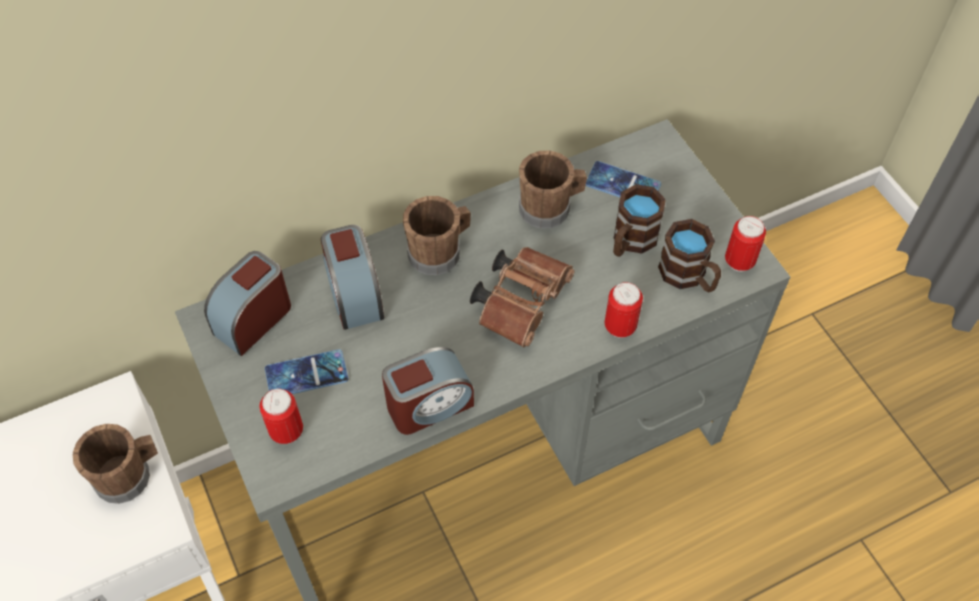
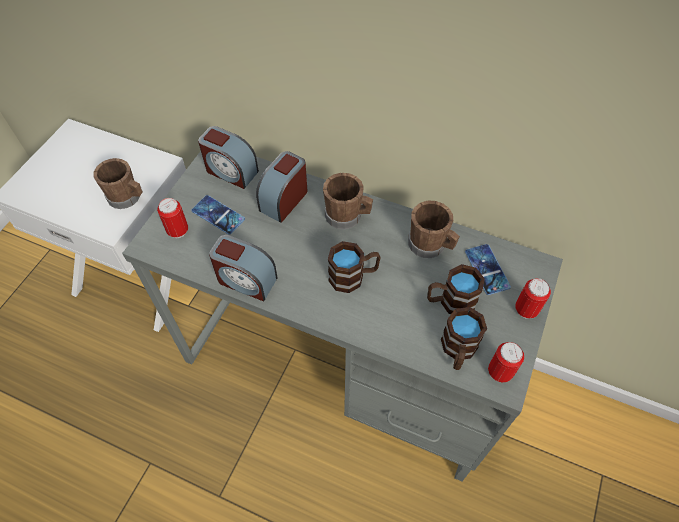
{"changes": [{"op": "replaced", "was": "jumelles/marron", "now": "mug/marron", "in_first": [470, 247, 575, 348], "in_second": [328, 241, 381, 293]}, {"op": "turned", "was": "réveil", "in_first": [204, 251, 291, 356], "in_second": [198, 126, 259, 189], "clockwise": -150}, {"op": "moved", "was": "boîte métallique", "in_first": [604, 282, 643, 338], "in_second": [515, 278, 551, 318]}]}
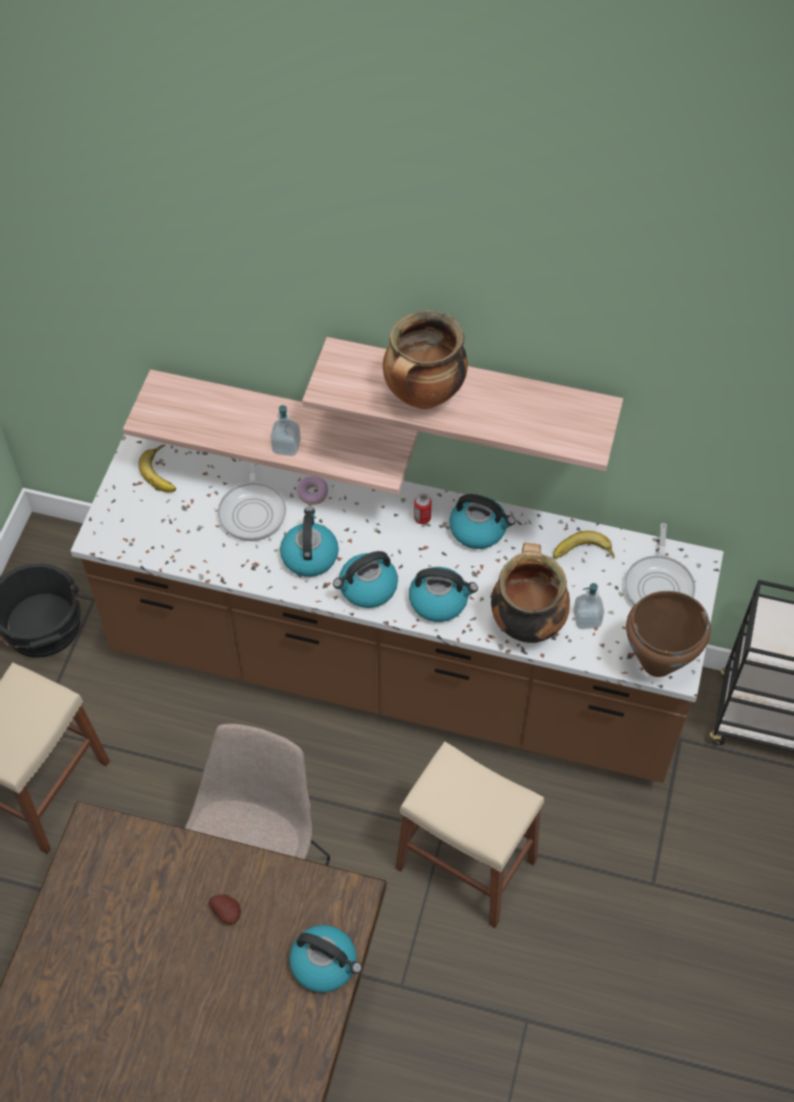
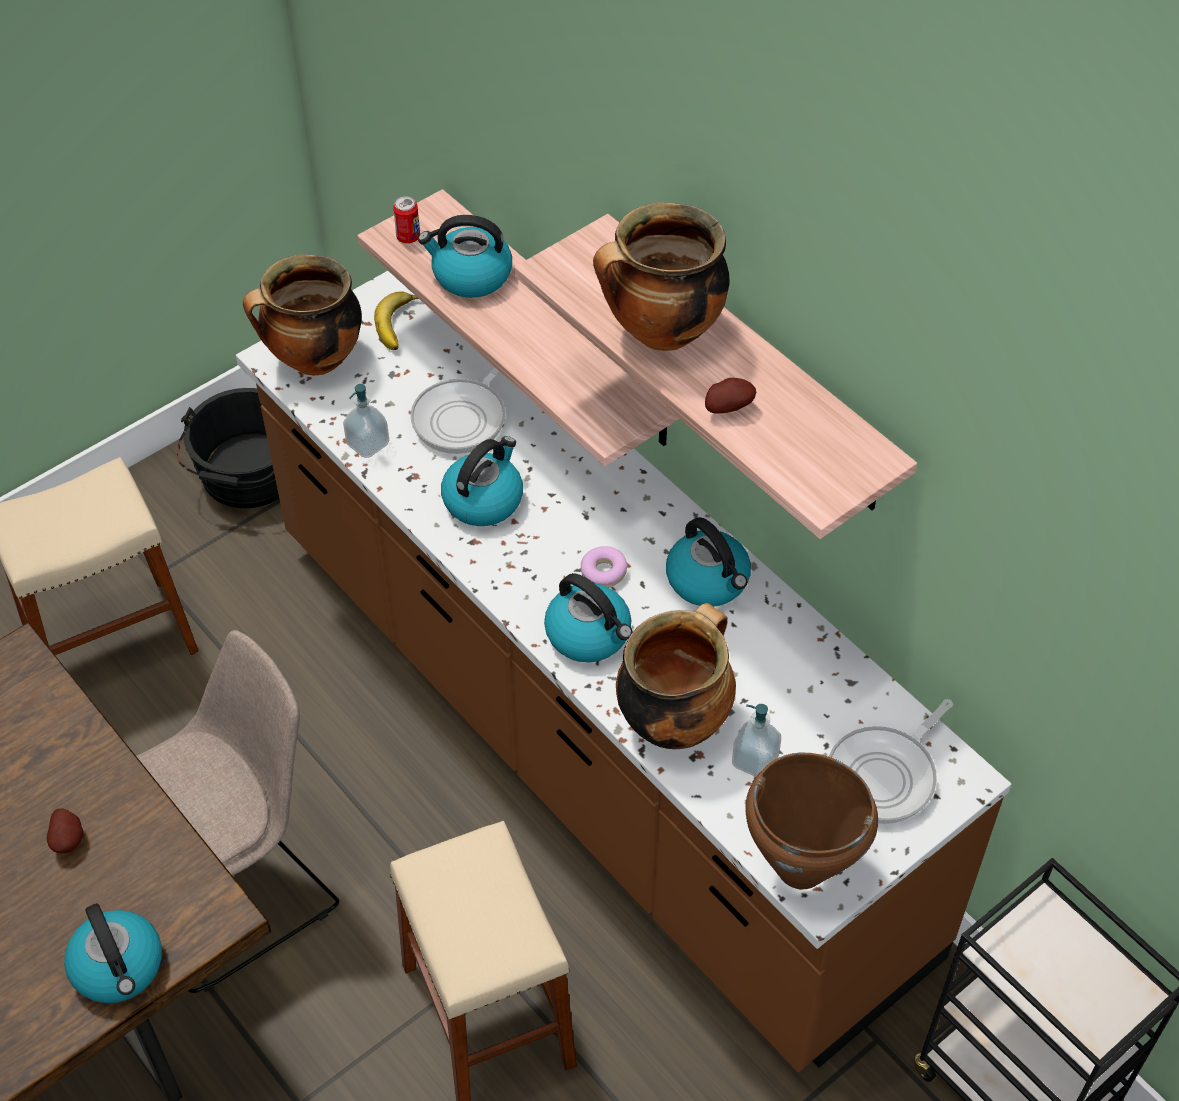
{"changes": [{"op": "moved", "was": "distributeur de savon", "in_first": [270, 405, 301, 456], "in_second": [343, 384, 389, 458]}, {"op": "moved", "was": "beignet", "in_first": [297, 476, 328, 505], "in_second": [581, 546, 628, 588]}, {"op": "moved", "was": "boîte métallique", "in_first": [414, 494, 432, 524], "in_second": [393, 196, 420, 244]}, {"op": "removed", "was": "banane", "in_first": [553, 531, 615, 559]}, {"op": "moved", "was": "bouilloire", "in_first": [333, 551, 398, 608], "in_second": [418, 215, 512, 298]}, {"op": "added", "now": "marmite", "in_second": [243, 254, 362, 375]}, {"op": "added", "now": "pomme de terre", "in_second": [705, 378, 756, 414]}]}
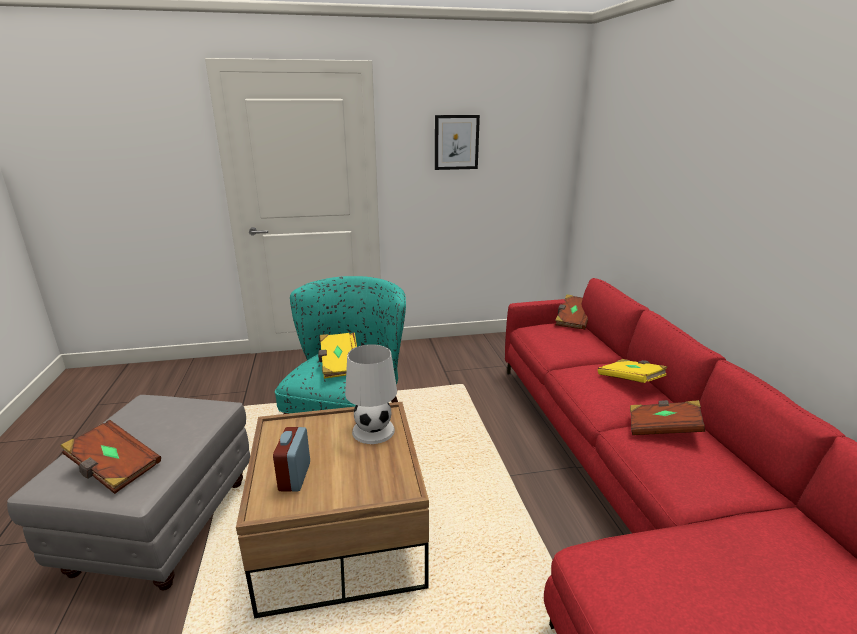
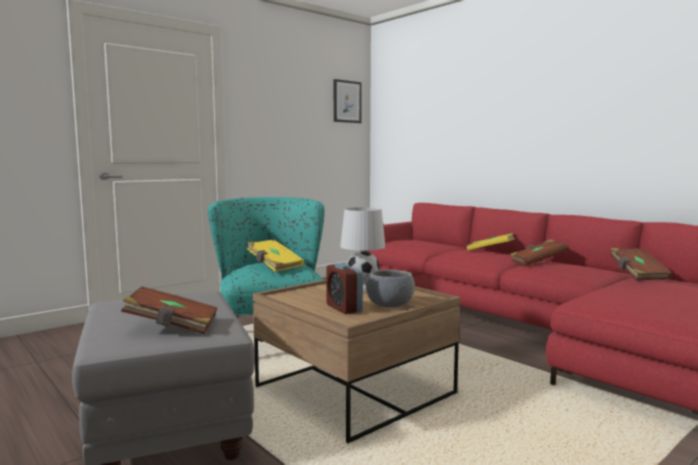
{"changes": [{"op": "moved", "was": "tableau", "in_first": [435, 115, 480, 170], "in_second": [334, 79, 362, 123]}, {"op": "moved", "was": "livre/marron", "in_first": [555, 294, 588, 330], "in_second": [610, 248, 673, 281]}, {"op": "added", "now": "bol/gris", "in_second": [366, 270, 415, 308]}]}
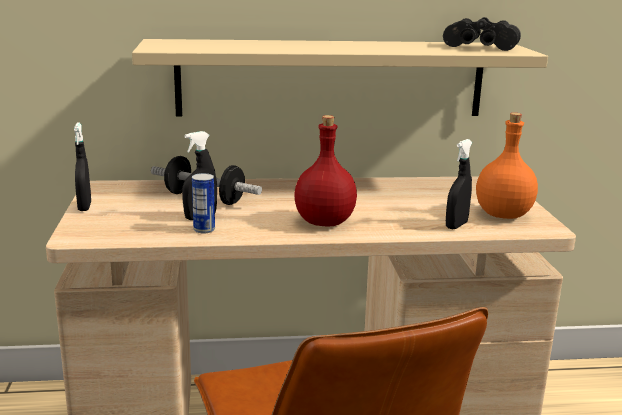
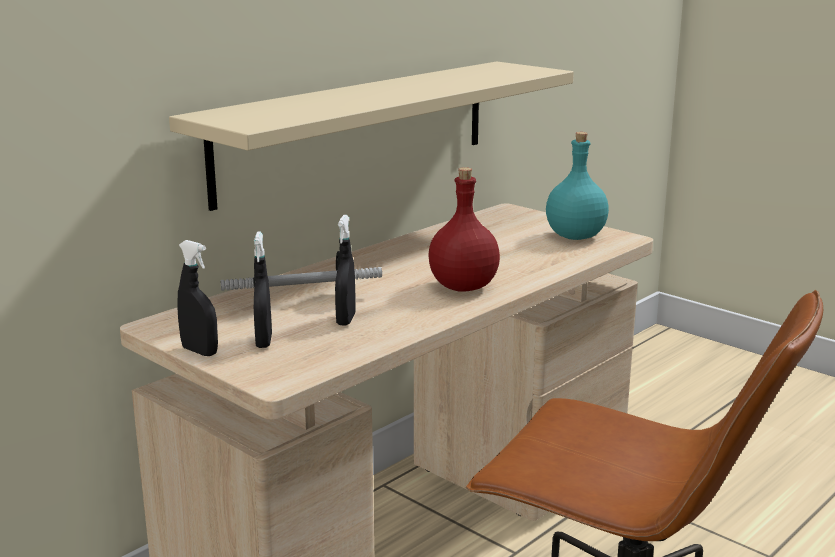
{"changes": [{"op": "removed", "was": "jumelles/noir", "in_first": [443, 17, 521, 51]}, {"op": "recoloured", "was": "bouteille/orange", "now": "bouteille/turquoise", "in_first": [476, 113, 538, 219], "in_second": [546, 132, 609, 240]}, {"op": "moved", "was": "vaporisateur/noir", "in_first": [446, 139, 472, 229], "in_second": [254, 231, 272, 348]}, {"op": "removed", "was": "boîte métallique", "in_first": [192, 173, 215, 233]}]}
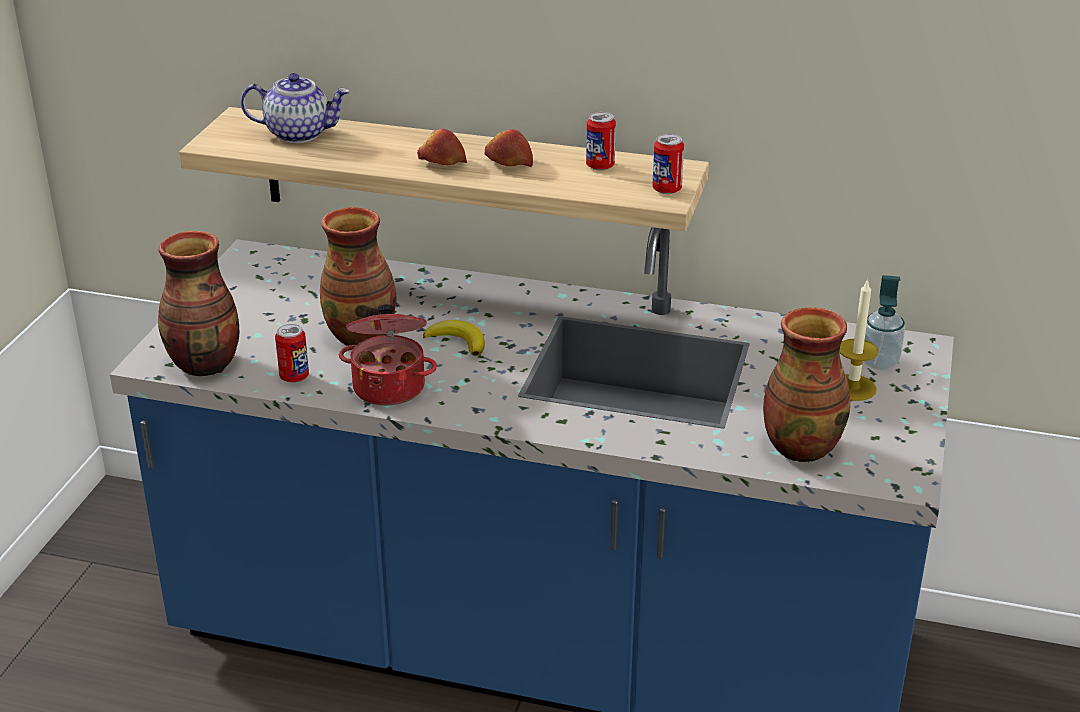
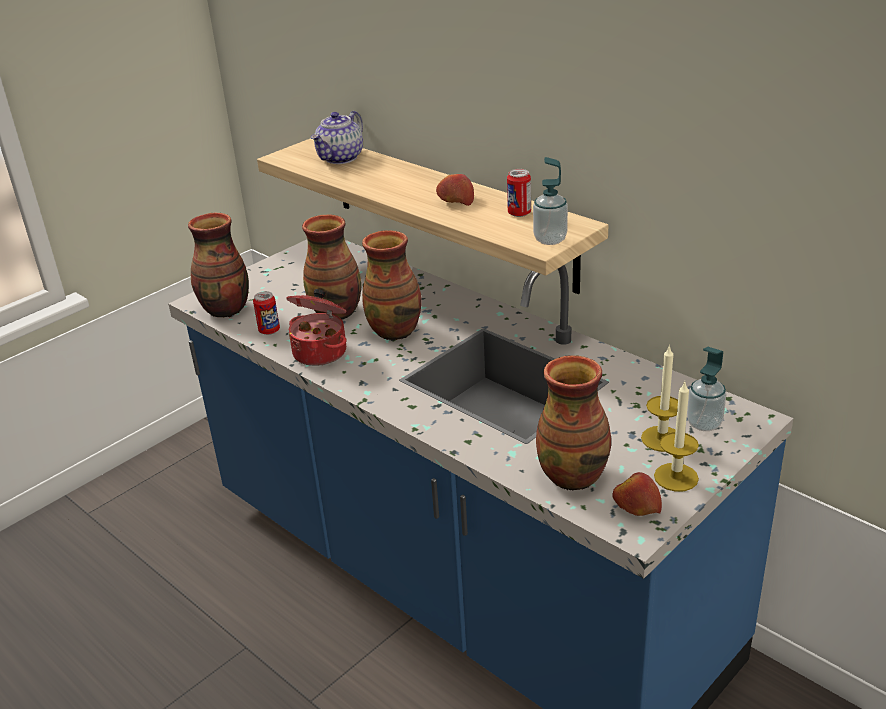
{"changes": [{"op": "turned", "was": "théière", "in_first": [241, 73, 350, 143], "in_second": [311, 111, 363, 164], "clockwise": 90}, {"op": "moved", "was": "pomme", "in_first": [417, 129, 467, 165], "in_second": [612, 472, 662, 516]}, {"op": "replaced", "was": "boîte métallique", "now": "distributeur de savon", "in_first": [652, 134, 684, 194], "in_second": [533, 157, 568, 245]}, {"op": "replaced", "was": "banane", "now": "vase", "in_first": [423, 320, 485, 356], "in_second": [362, 230, 422, 340]}, {"op": "added", "now": "bougie", "in_second": [654, 382, 699, 492]}]}
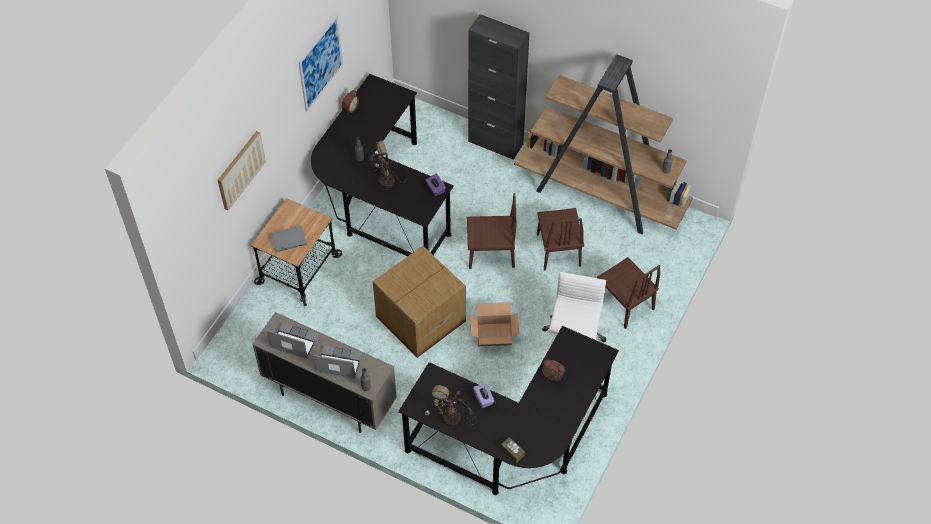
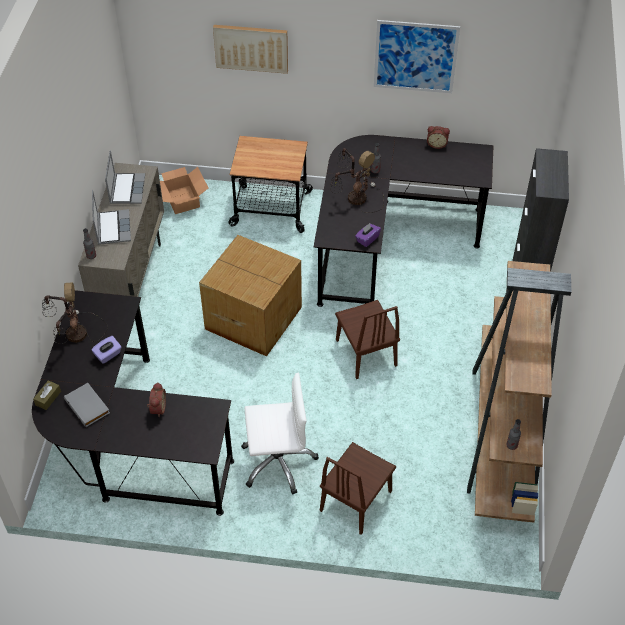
{"changes": [{"op": "removed", "was": "chaise/marron", "in_first": [537, 208, 584, 270]}, {"op": "moved", "was": "livre/gris", "in_first": [271, 225, 307, 252], "in_second": [64, 383, 110, 427]}, {"op": "moved", "was": "carton", "in_first": [470, 302, 519, 346], "in_second": [160, 167, 208, 214]}]}
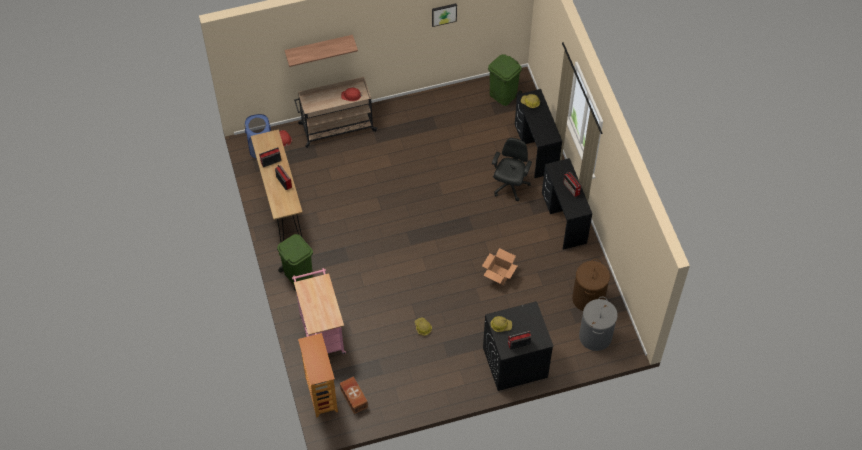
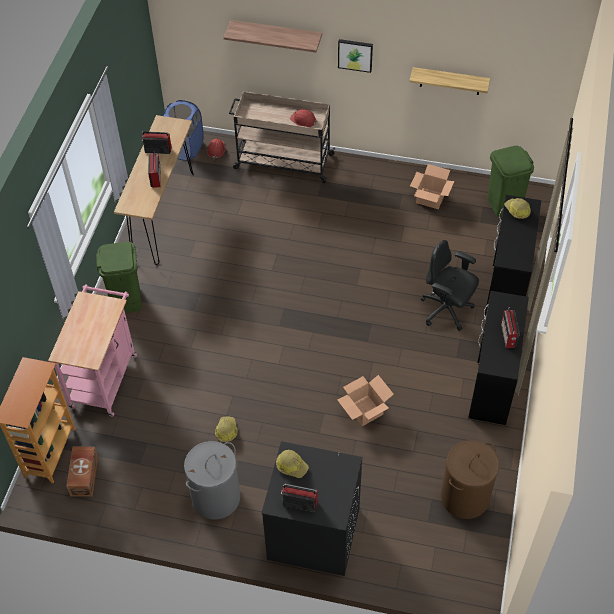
{"changes": [{"op": "moved", "was": "tableau", "in_first": [432, 3, 457, 27], "in_second": [338, 39, 373, 73]}, {"op": "turned", "was": "chaise de bureau/noir", "in_first": [492, 138, 532, 201], "in_second": [421, 240, 479, 331], "clockwise": -105}, {"op": "moved", "was": "panier à linge/gris", "in_first": [579, 297, 618, 351], "in_second": [184, 441, 240, 520]}, {"op": "added", "now": "étagère", "in_second": [409, 67, 490, 95]}, {"op": "added", "now": "carton", "in_second": [410, 164, 454, 209]}]}
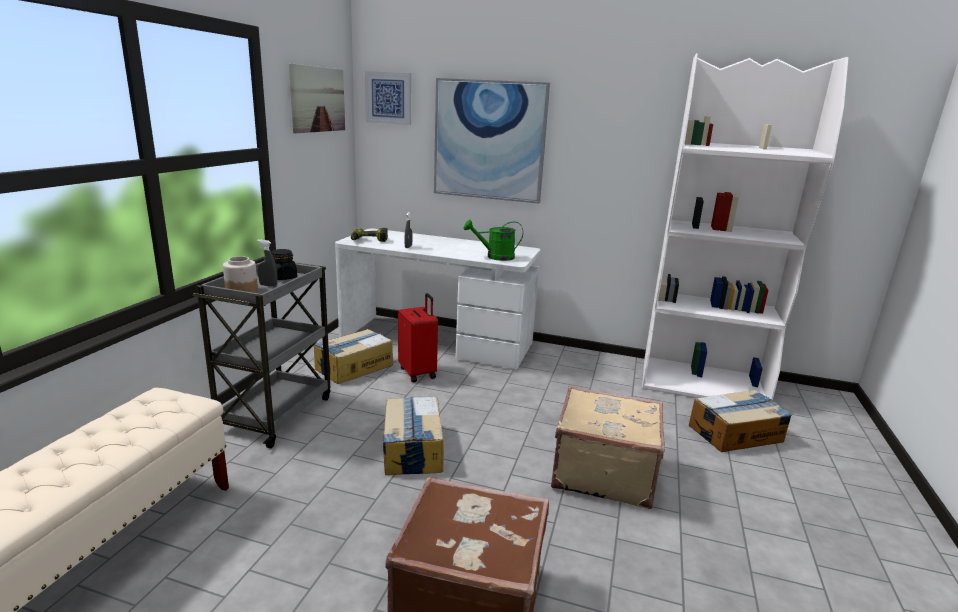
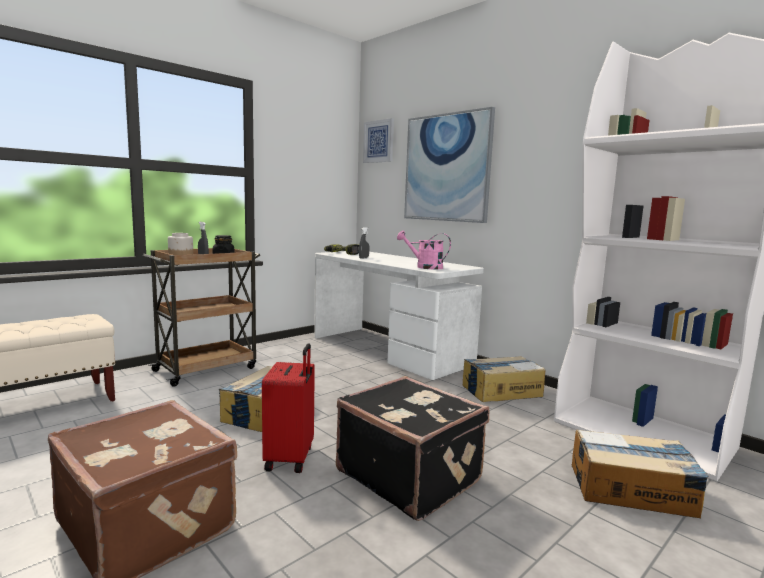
{"changes": [{"op": "removed", "was": "tableau", "in_first": [289, 63, 345, 133]}, {"op": "recoloured", "was": "arrosoir/vert", "now": "arrosoir/rose", "in_first": [464, 220, 523, 261], "in_second": [397, 231, 451, 269]}, {"op": "recoloured", "was": "chariot/gris", "now": "chariot/marron", "in_first": [193, 262, 331, 448], "in_second": [143, 248, 260, 387]}, {"op": "moved", "was": "valise/rouge", "in_first": [398, 293, 438, 382], "in_second": [262, 343, 315, 473]}, {"op": "moved", "was": "carton", "in_first": [314, 329, 393, 384], "in_second": [462, 356, 545, 402]}, {"op": "recoloured", "was": "valise/beige", "now": "valise/noir", "in_first": [551, 386, 665, 509], "in_second": [336, 376, 490, 521]}]}
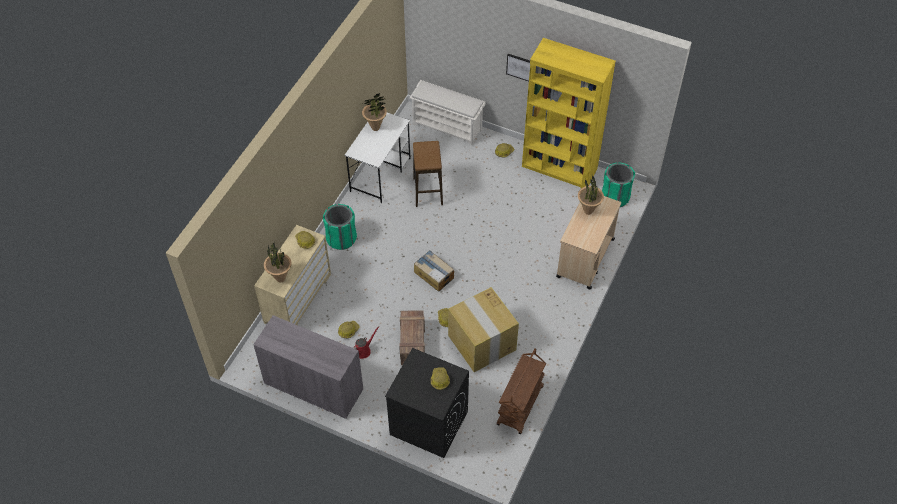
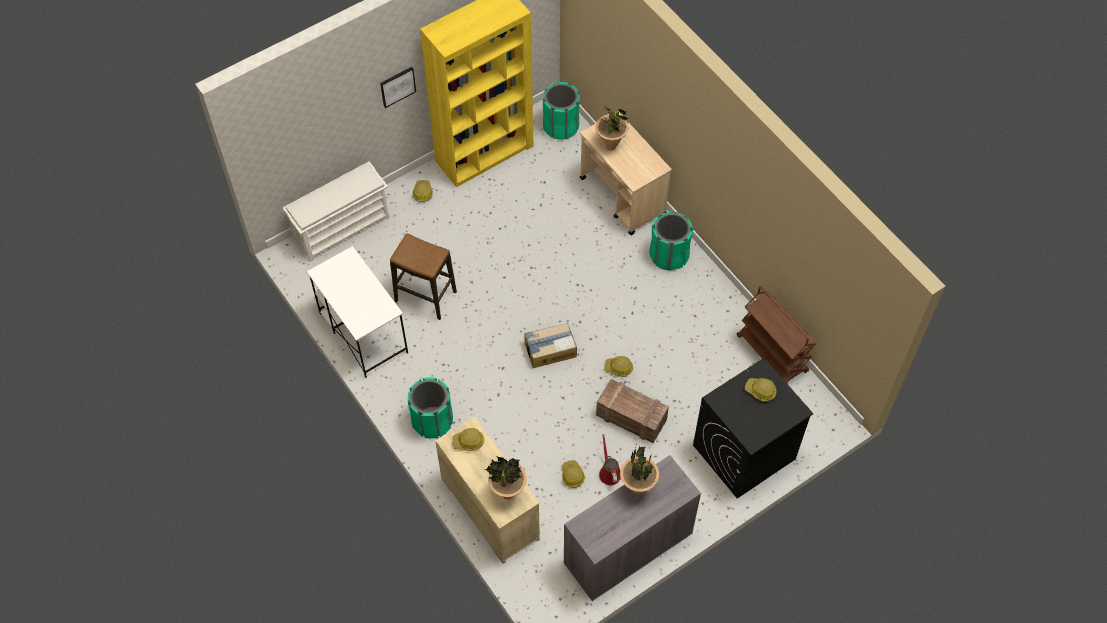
{"changes": [{"op": "moved", "was": "plante en pot", "in_first": [362, 93, 387, 131], "in_second": [620, 446, 659, 495]}, {"op": "removed", "was": "carton", "in_first": [448, 287, 519, 372]}, {"op": "added", "now": "poubelle/vert", "in_second": [649, 212, 693, 270]}]}
